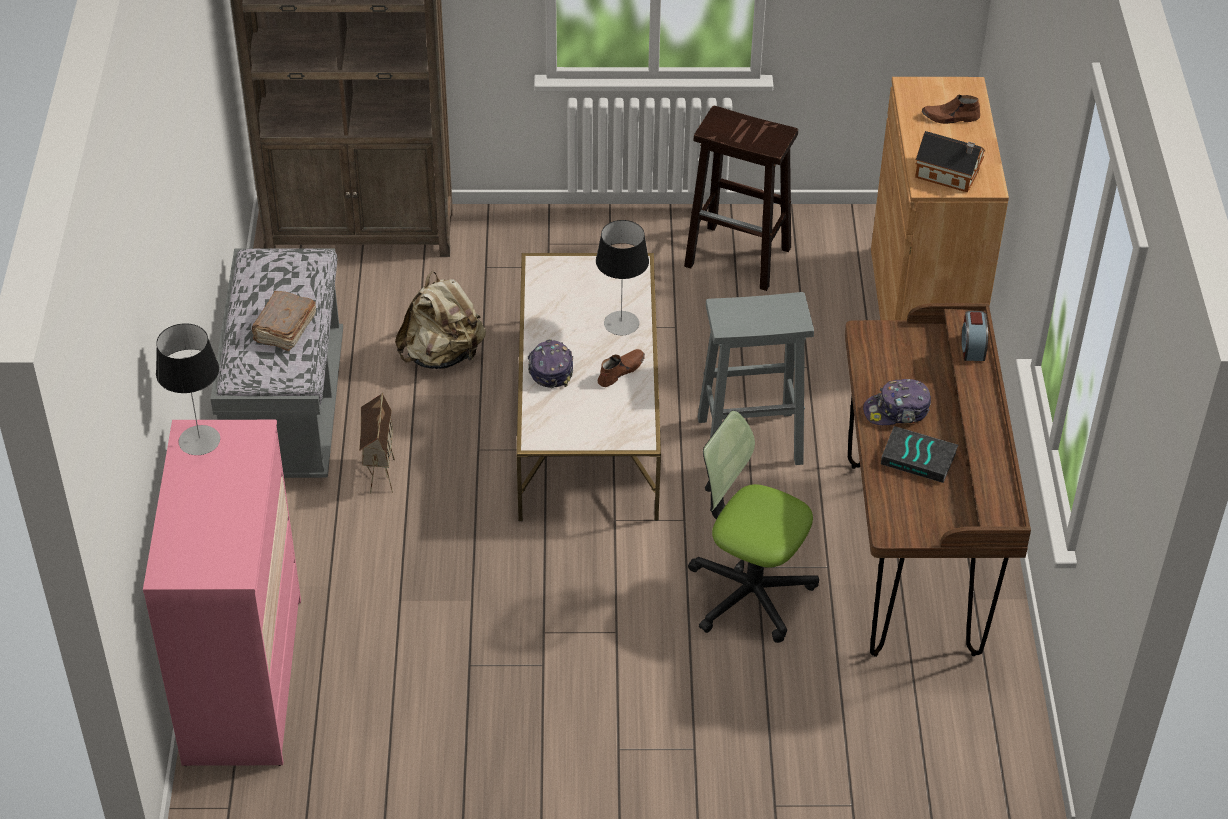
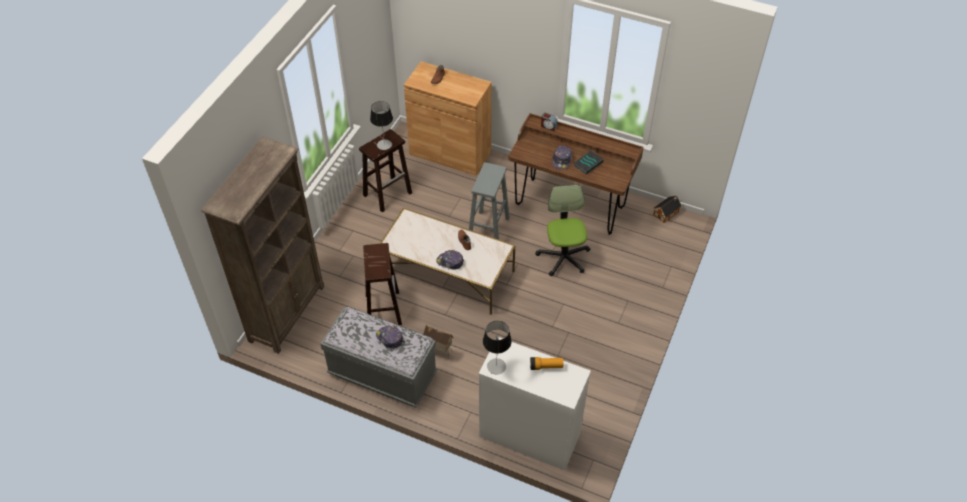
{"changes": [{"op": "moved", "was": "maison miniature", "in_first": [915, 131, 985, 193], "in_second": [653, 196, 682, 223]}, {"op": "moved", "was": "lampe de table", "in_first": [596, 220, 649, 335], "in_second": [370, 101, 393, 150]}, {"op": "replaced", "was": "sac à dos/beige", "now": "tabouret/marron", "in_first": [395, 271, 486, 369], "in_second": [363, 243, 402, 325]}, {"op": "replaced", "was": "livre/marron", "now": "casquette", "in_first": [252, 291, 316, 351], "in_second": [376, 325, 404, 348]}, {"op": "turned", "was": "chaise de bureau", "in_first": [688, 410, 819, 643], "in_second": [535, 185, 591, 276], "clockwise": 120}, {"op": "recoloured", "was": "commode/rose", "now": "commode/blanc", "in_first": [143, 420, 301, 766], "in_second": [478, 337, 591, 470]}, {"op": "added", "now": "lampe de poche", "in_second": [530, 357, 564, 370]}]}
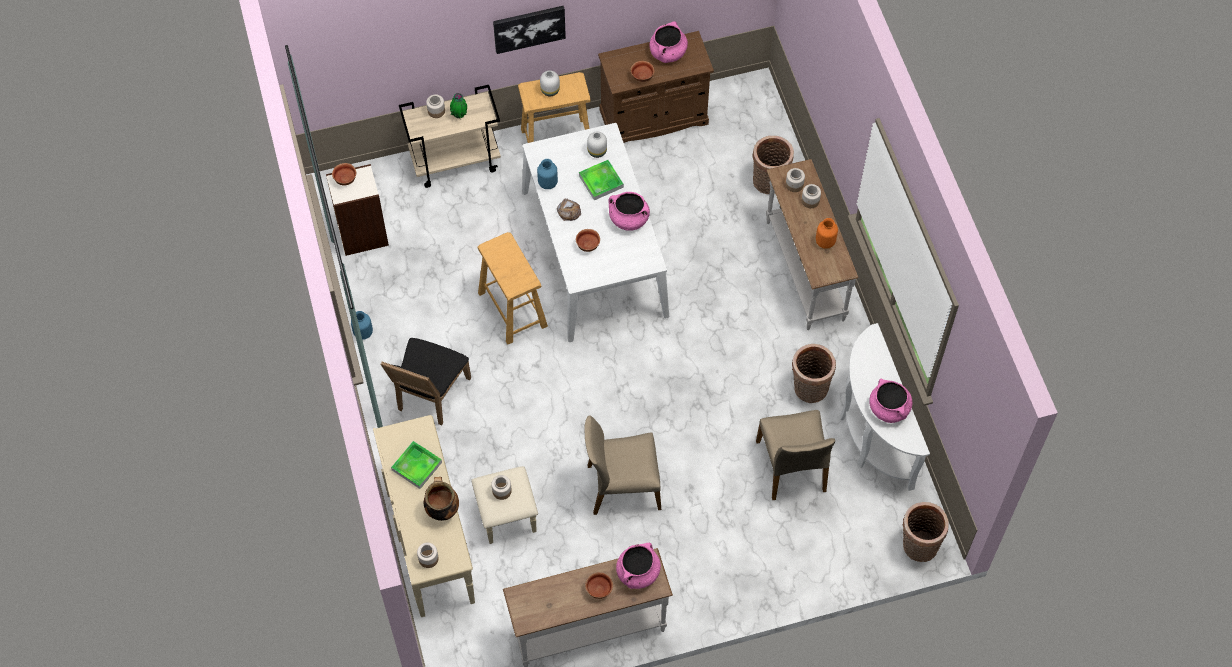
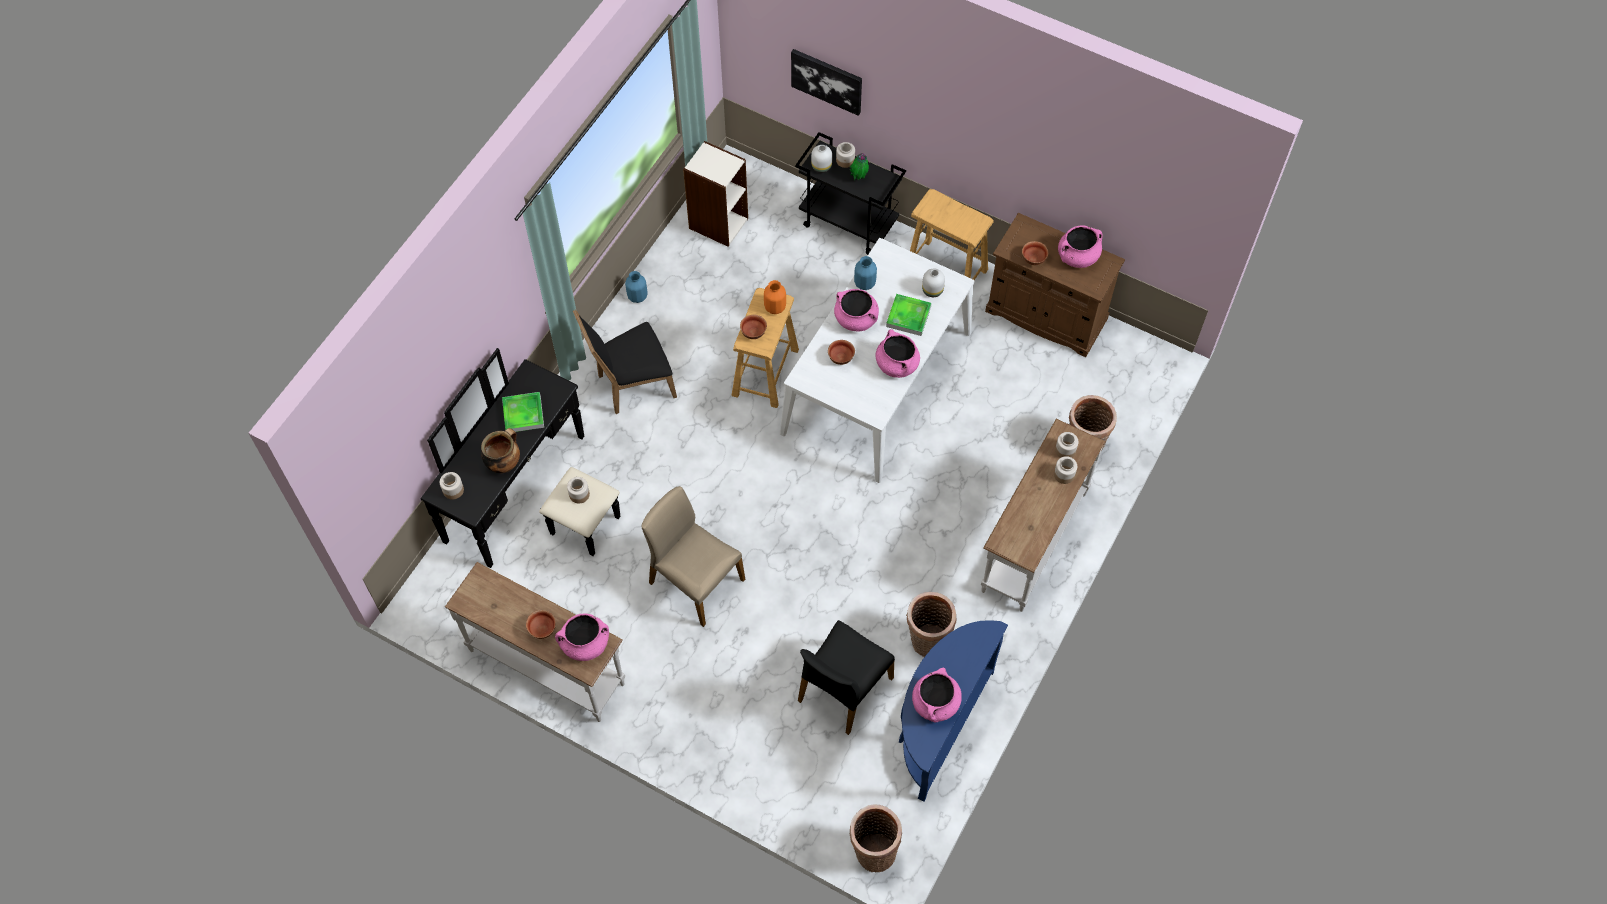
{"changes": [{"op": "moved", "was": "tableau", "in_first": [493, 6, 566, 54], "in_second": [791, 49, 862, 116]}, {"op": "moved", "was": "vase/blanc", "in_first": [540, 70, 560, 96], "in_second": [811, 145, 832, 173]}, {"op": "recoloured", "was": "chariot/beige", "now": "chariot/noir", "in_first": [399, 85, 501, 188], "in_second": [795, 132, 906, 255]}, {"op": "moved", "was": "bol", "in_first": [332, 163, 356, 186], "in_second": [740, 315, 767, 339]}, {"op": "replaced", "was": "pain", "now": "marmite/rose", "in_first": [557, 198, 581, 221], "in_second": [834, 289, 879, 332]}, {"op": "moved", "was": "vase/orange", "in_first": [816, 218, 838, 249], "in_second": [764, 280, 786, 314]}, {"op": "recoloured", "was": "table console/blanc", "now": "table console/bleu", "in_first": [840, 323, 930, 491], "in_second": [899, 620, 1008, 802]}, {"op": "recoloured", "was": "chaise/beige", "now": "chaise/noir", "in_first": [756, 410, 835, 500], "in_second": [798, 620, 895, 735]}, {"op": "recoloured", "was": "commode/beige", "now": "commode/noir", "in_first": [373, 415, 538, 617], "in_second": [421, 348, 620, 568]}]}
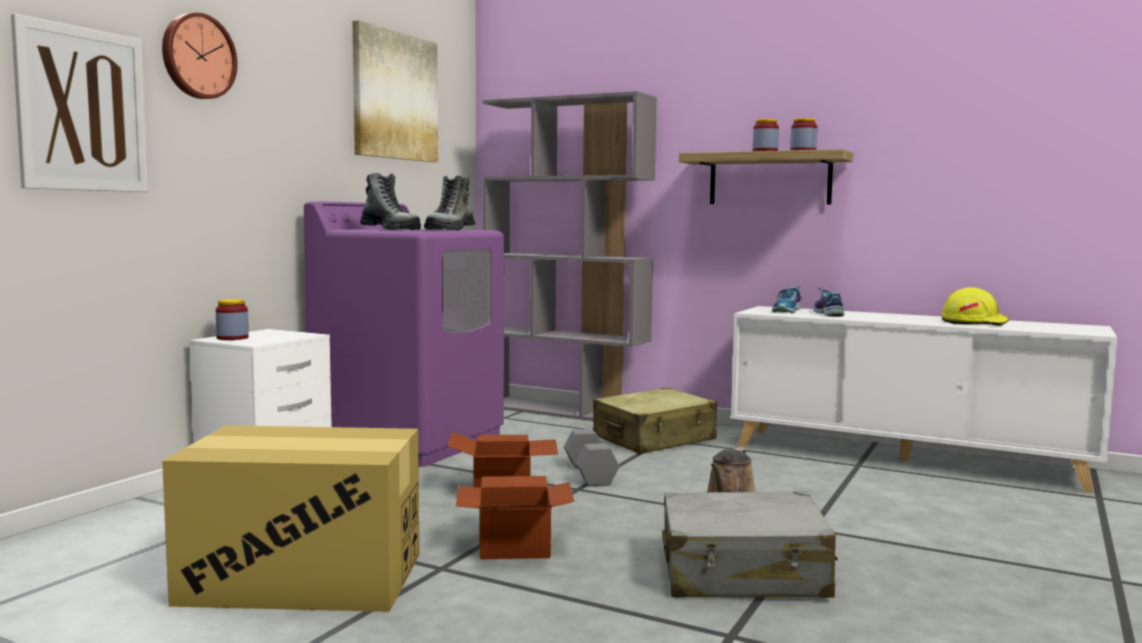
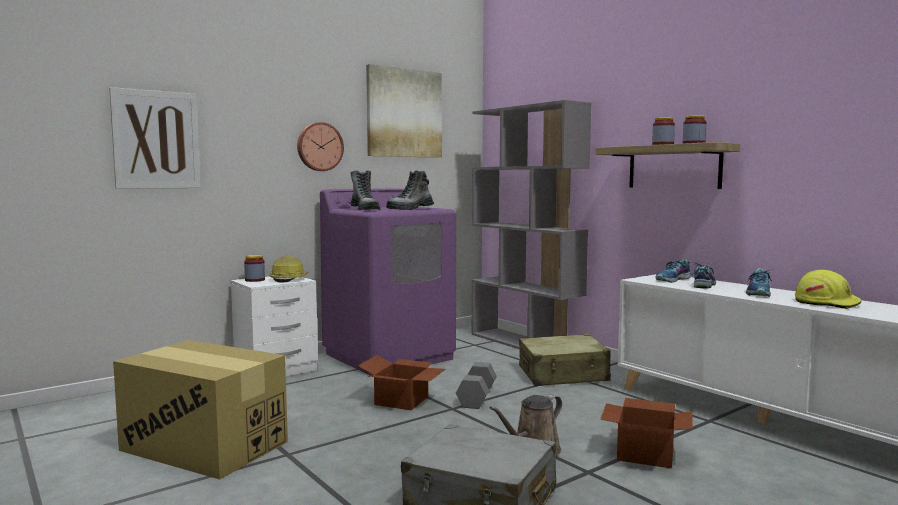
{"changes": [{"op": "moved", "was": "horloge murale", "in_first": [162, 13, 238, 99], "in_second": [297, 122, 344, 171]}, {"op": "moved", "was": "carton", "in_first": [456, 476, 574, 559], "in_second": [601, 398, 693, 468]}, {"op": "added", "now": "casque de chantier", "in_second": [270, 255, 308, 283]}, {"op": "added", "now": "chaussure", "in_second": [746, 268, 772, 297]}]}
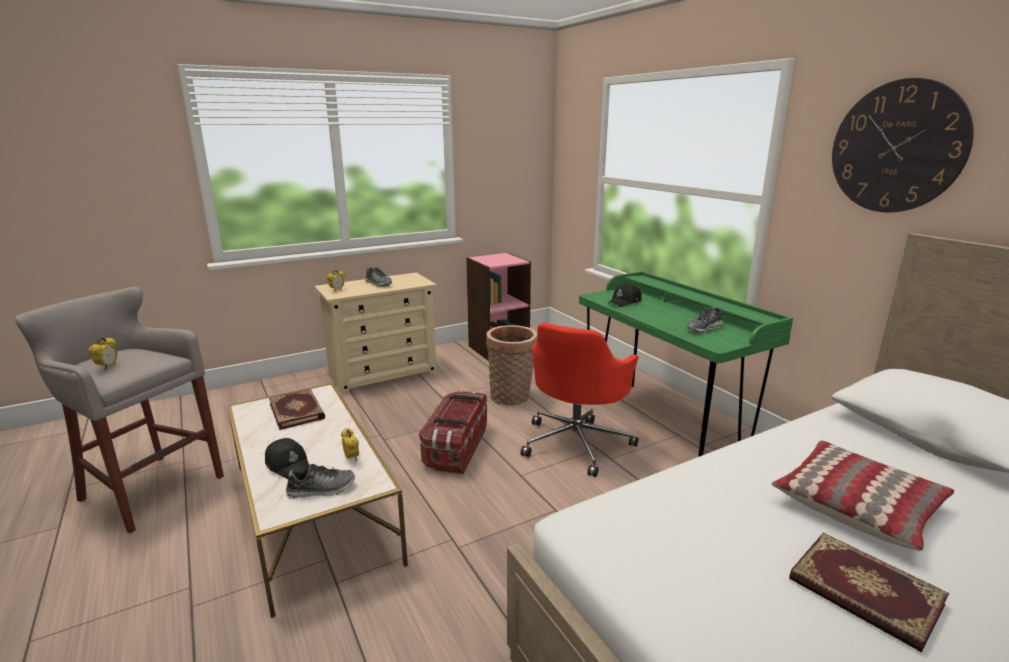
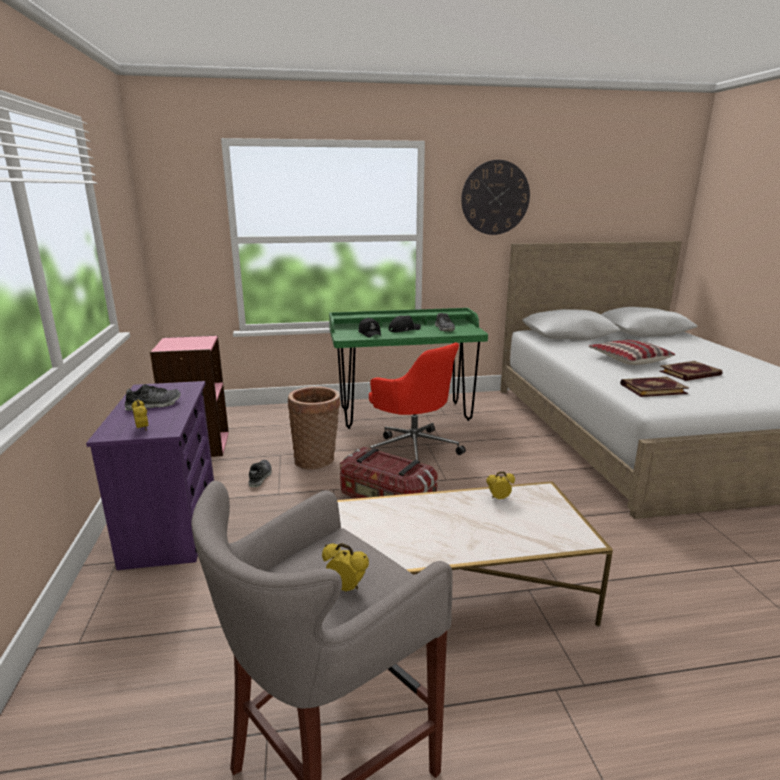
{"changes": [{"op": "recoloured", "was": "commode/beige", "now": "commode/violet", "in_first": [315, 272, 437, 395], "in_second": [86, 381, 214, 570]}, {"op": "moved", "was": "livre", "in_first": [269, 389, 325, 430], "in_second": [620, 377, 689, 397]}, {"op": "moved", "was": "casquette/noir", "in_first": [265, 438, 309, 479], "in_second": [389, 315, 421, 332]}, {"op": "moved", "was": "chaussure", "in_first": [286, 464, 355, 499], "in_second": [248, 460, 272, 487]}]}
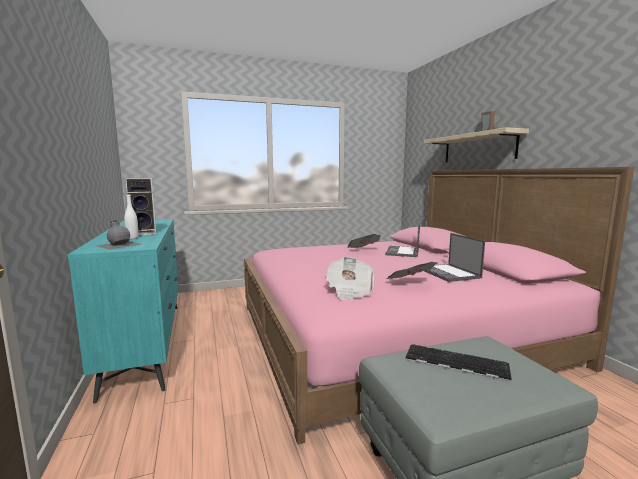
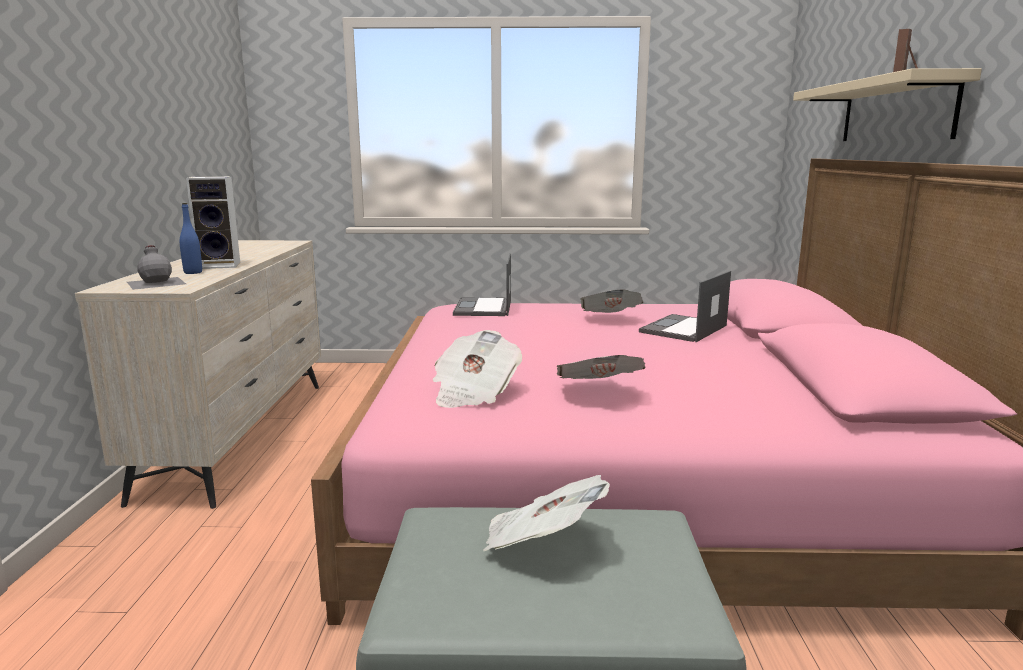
{"changes": [{"op": "recoloured", "was": "bouteille/blanc", "now": "bouteille/bleu", "in_first": [124, 193, 139, 239], "in_second": [180, 203, 202, 274]}, {"op": "recoloured", "was": "commode/turquoise", "now": "commode/beige", "in_first": [68, 219, 179, 404], "in_second": [75, 240, 321, 509]}, {"op": "moved", "was": "ordinateur portable", "in_first": [425, 233, 485, 282], "in_second": [453, 253, 511, 316]}, {"op": "replaced", "was": "clavier", "now": "journal", "in_first": [406, 344, 511, 381], "in_second": [483, 475, 610, 551]}]}
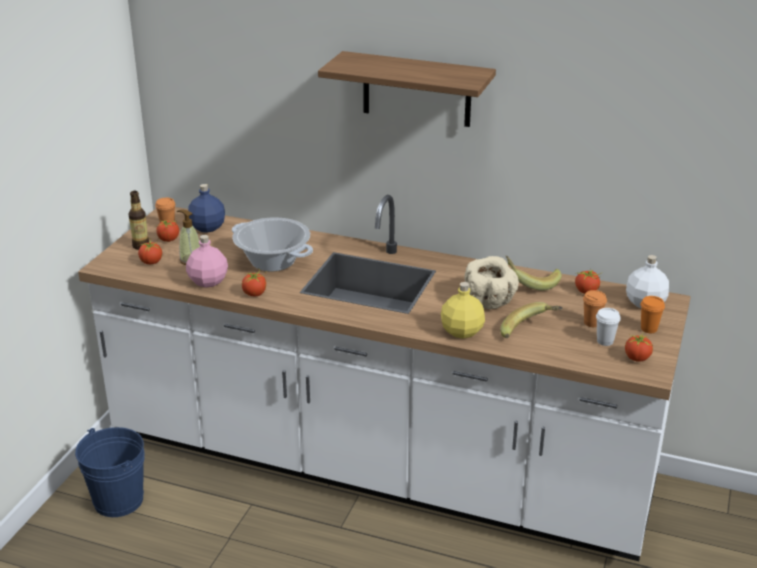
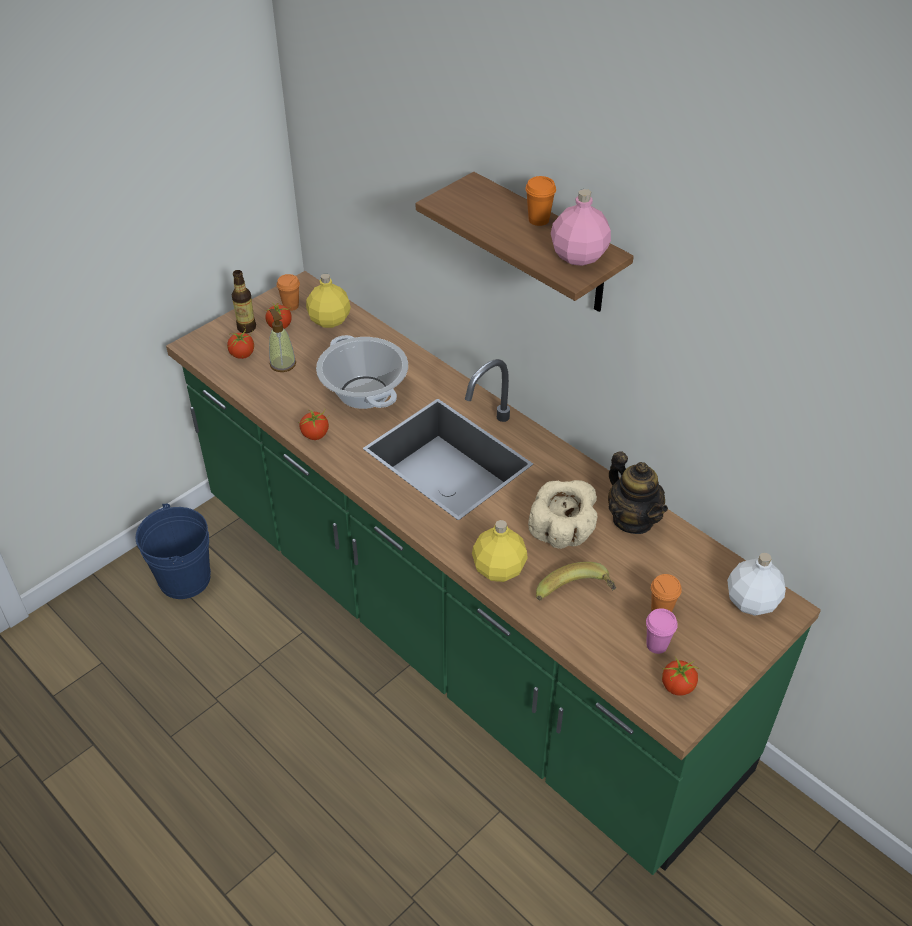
{"changes": [{"op": "recoloured", "was": "bouteille/bleu", "now": "bouteille/jaune", "in_first": [188, 184, 225, 233], "in_second": [306, 273, 351, 328]}, {"op": "recoloured", "was": "comptoir de cuisine/blanc", "now": "comptoir de cuisine/vert", "in_first": [78, 195, 691, 561], "in_second": [166, 271, 821, 875]}, {"op": "moved", "was": "bouteille/rose", "in_first": [186, 235, 228, 288], "in_second": [551, 189, 611, 266]}, {"op": "replaced", "was": "banane", "now": "théière", "in_first": [506, 256, 562, 290], "in_second": [608, 451, 668, 534]}, {"op": "removed", "was": "tomate", "in_first": [575, 269, 601, 294]}, {"op": "moved", "was": "tasse/orange", "in_first": [641, 296, 665, 333], "in_second": [525, 176, 556, 226]}, {"op": "recoloured", "was": "tasse/blanc", "now": "tasse/rose", "in_first": [596, 308, 621, 346], "in_second": [646, 608, 678, 654]}]}
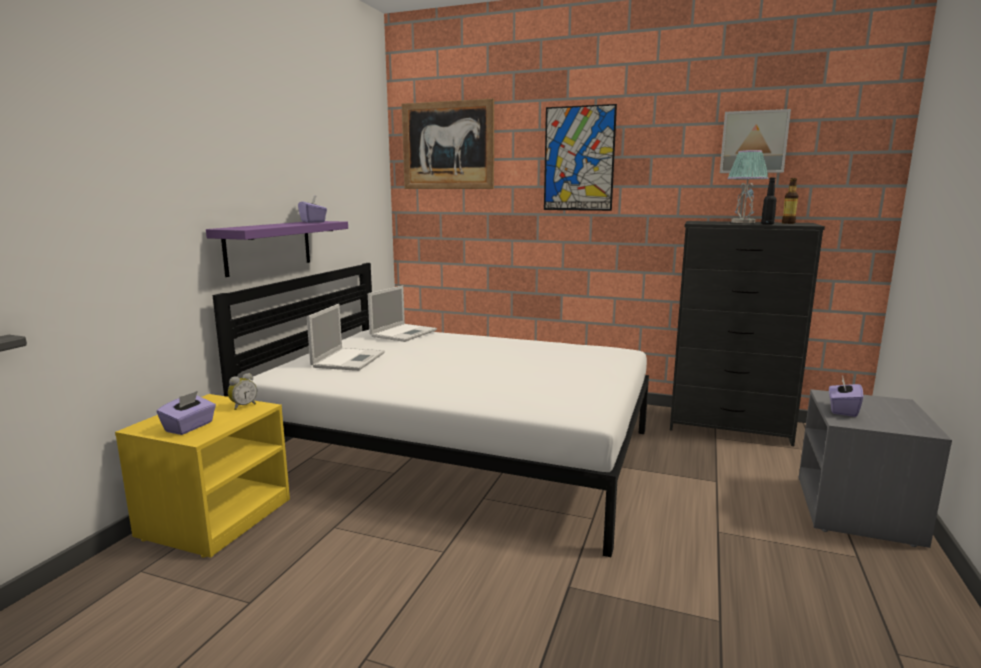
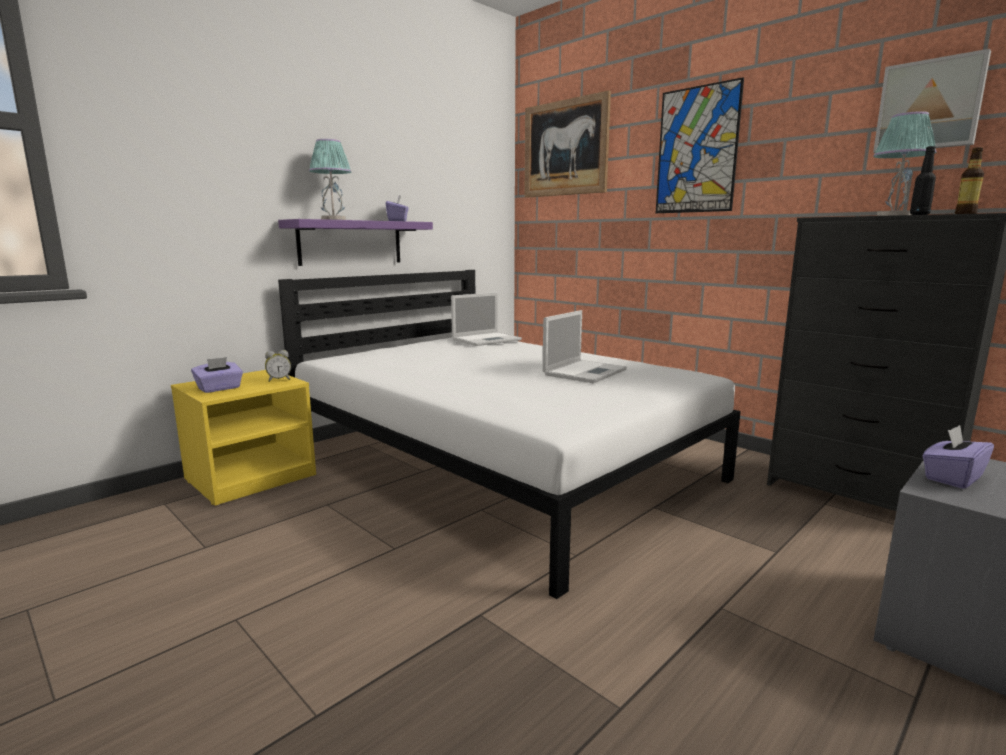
{"changes": [{"op": "moved", "was": "ordinateur portable", "in_first": [307, 304, 385, 371], "in_second": [543, 310, 627, 383]}, {"op": "added", "now": "lampe de table", "in_second": [309, 139, 351, 220]}]}
